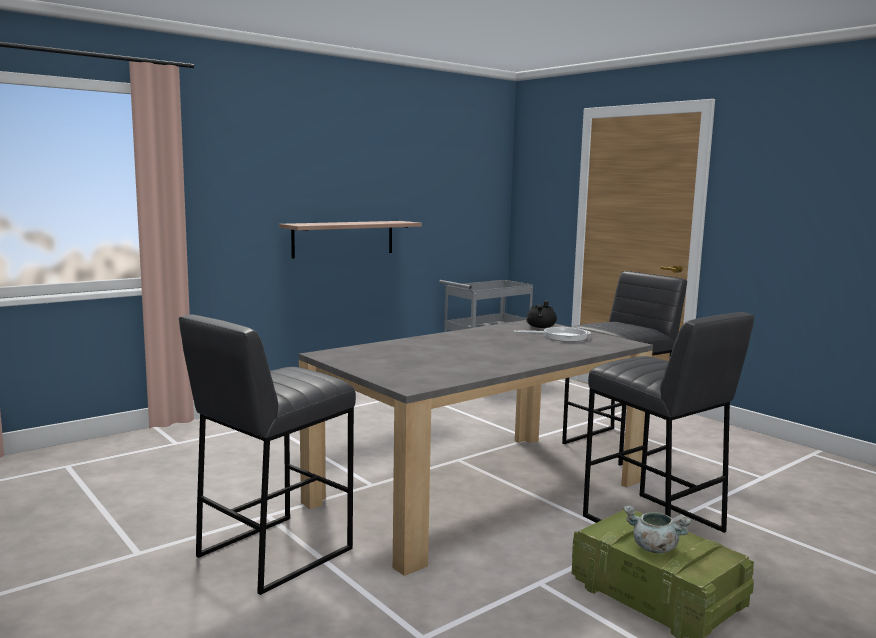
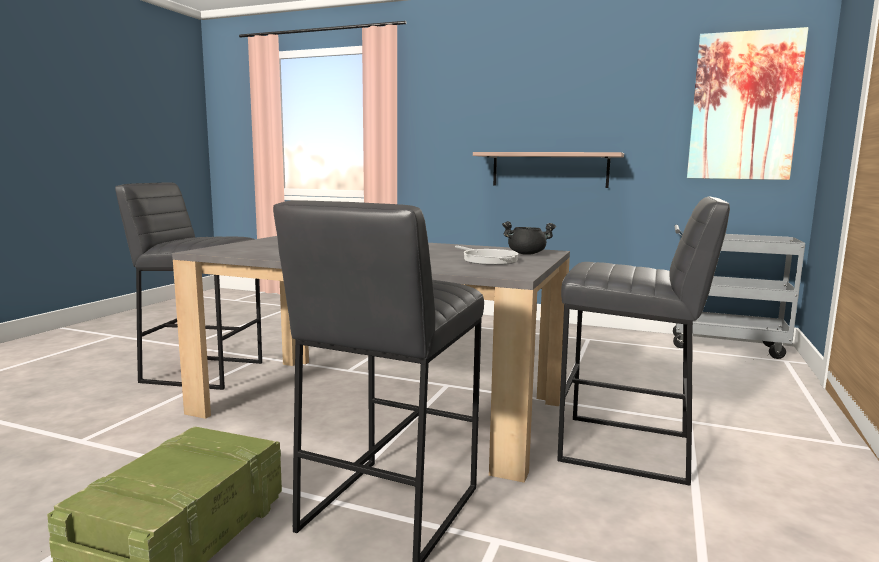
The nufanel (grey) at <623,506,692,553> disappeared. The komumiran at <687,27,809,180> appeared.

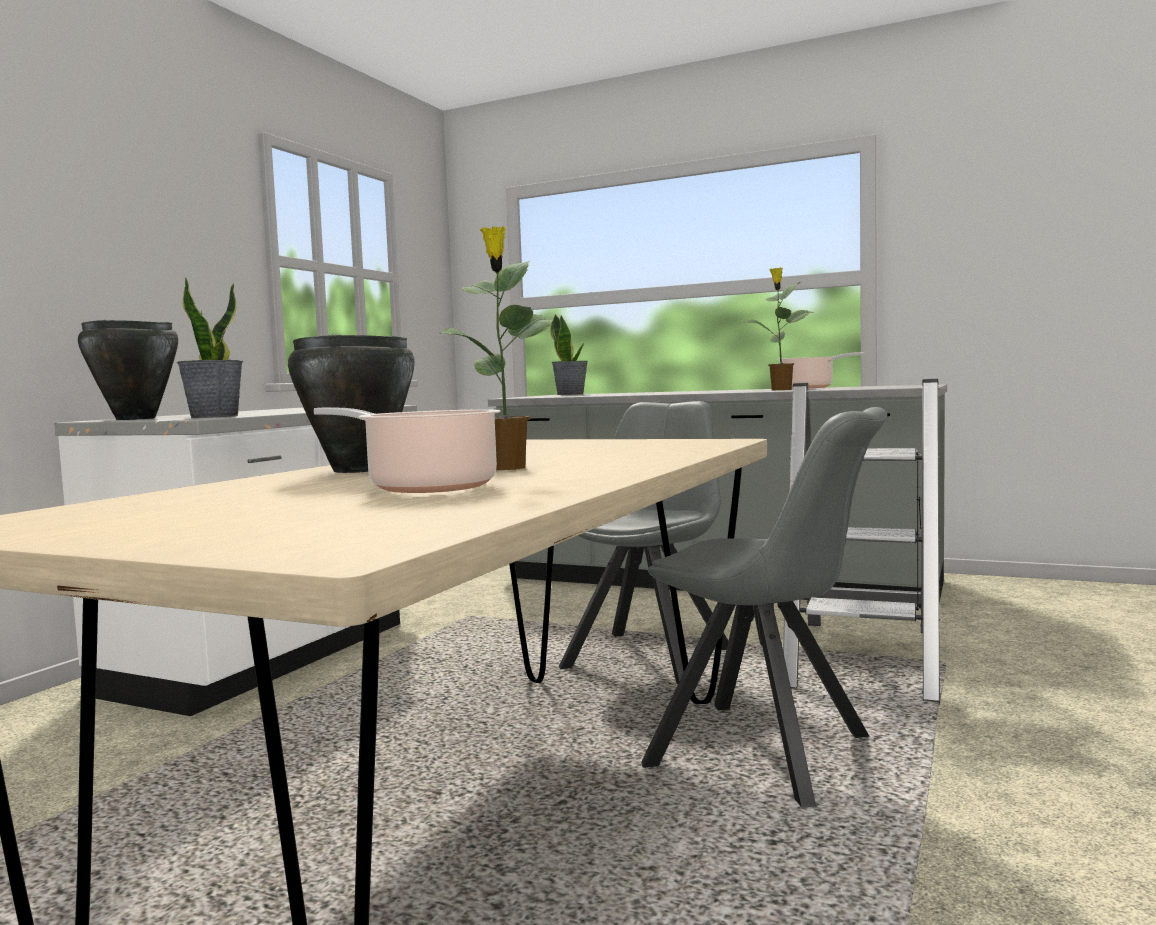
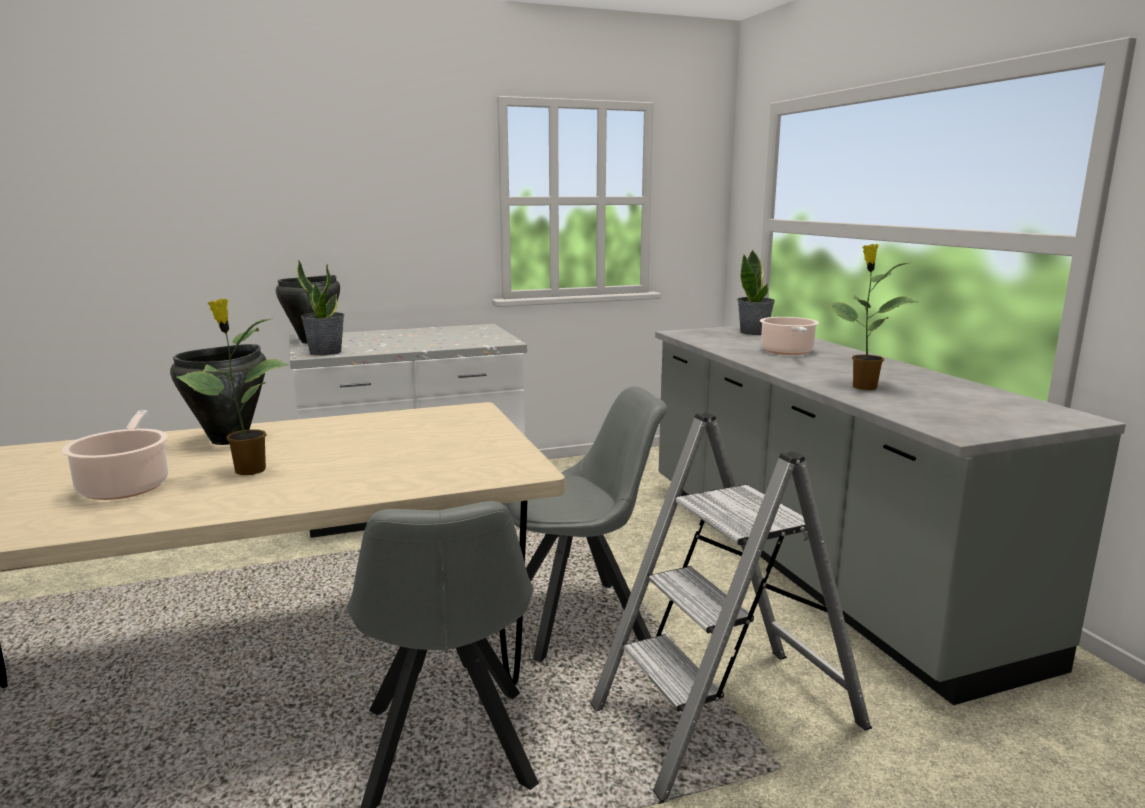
The nufanel moved from <777,352,865,389> to <760,317,819,355>.

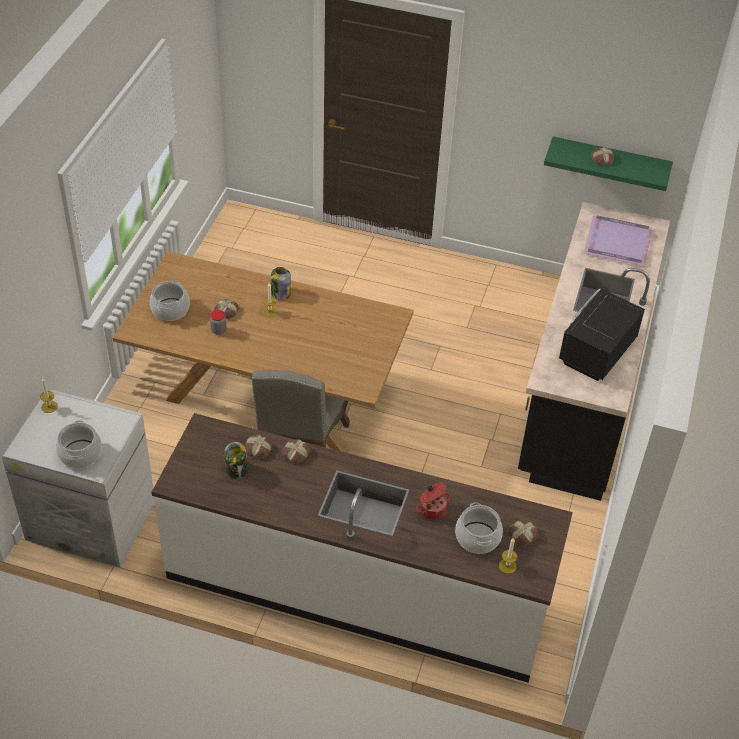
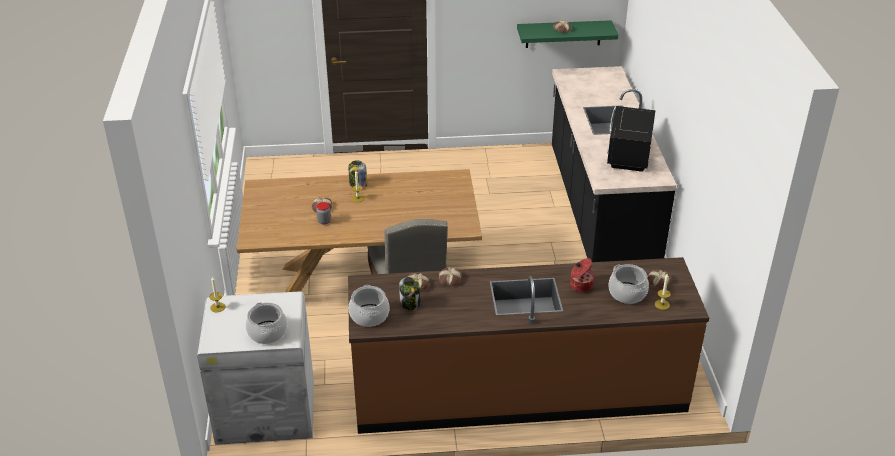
The nufanel moved from <150,280,190,321> to <349,285,389,327>. The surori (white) at <151,413,573,683> became the surori (brown) at <348,257,709,434>. The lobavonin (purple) at <584,216,652,266> disappeared.

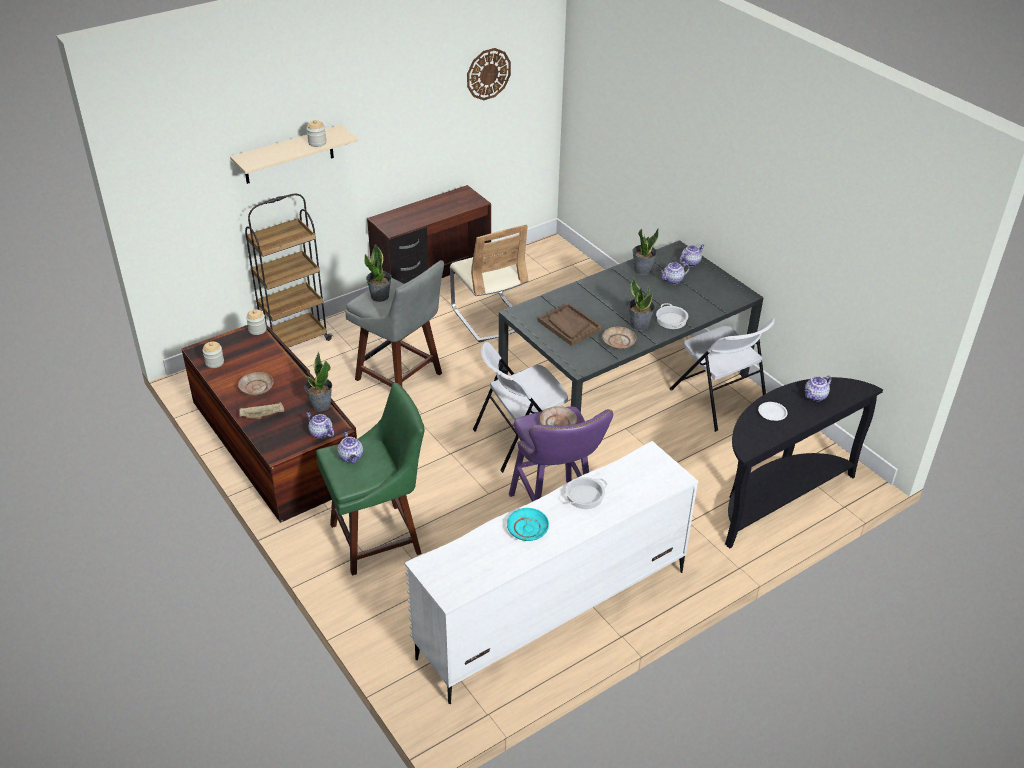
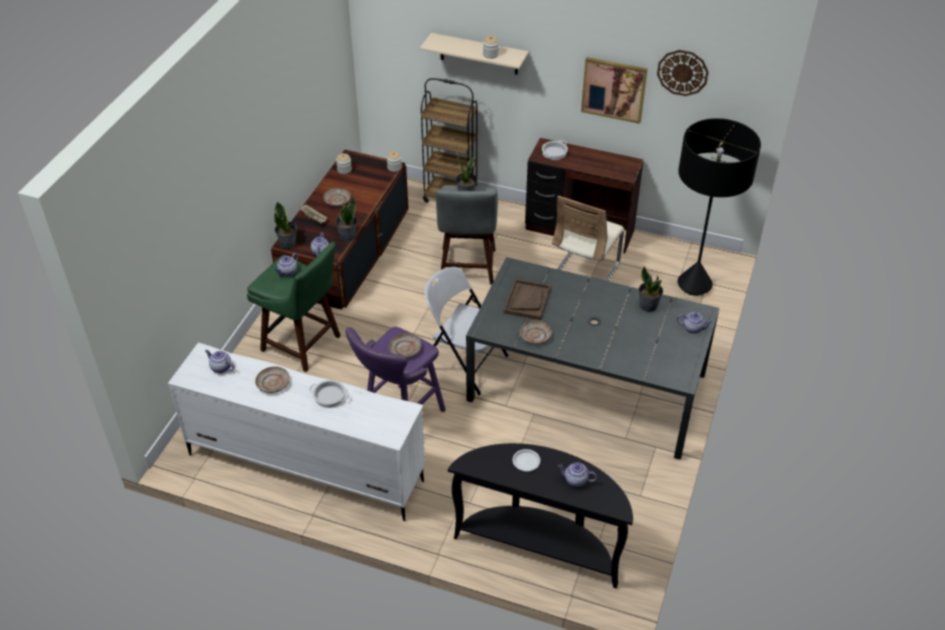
The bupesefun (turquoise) at <507,508,549,541> became the bupesefun (beige) at <255,366,290,393>. The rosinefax moved from <629,278,655,331> to <274,201,297,249>. The nufanel moved from <656,303,688,329> to <542,140,568,160>. The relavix moved from <659,262,690,284> to <205,350,234,373>. The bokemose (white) at <669,318,775,432> disappeared. The komumiran at <581,57,648,124> appeared. The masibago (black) at <678,118,761,296> appeared.

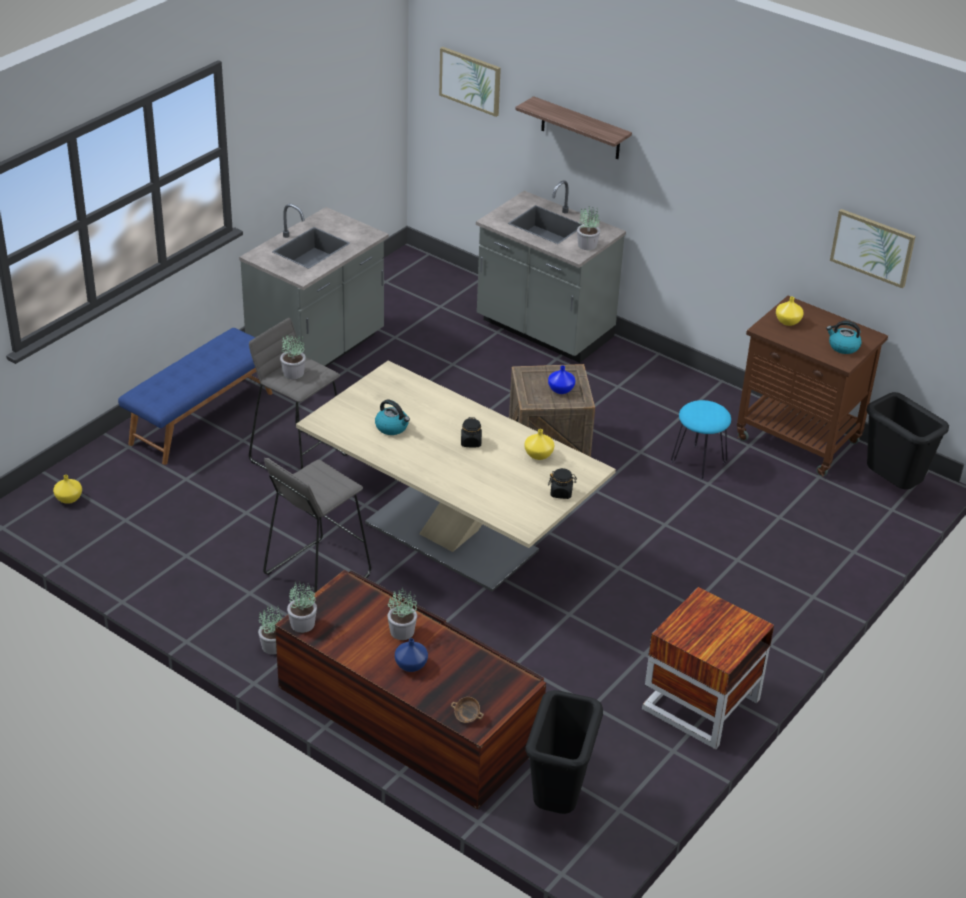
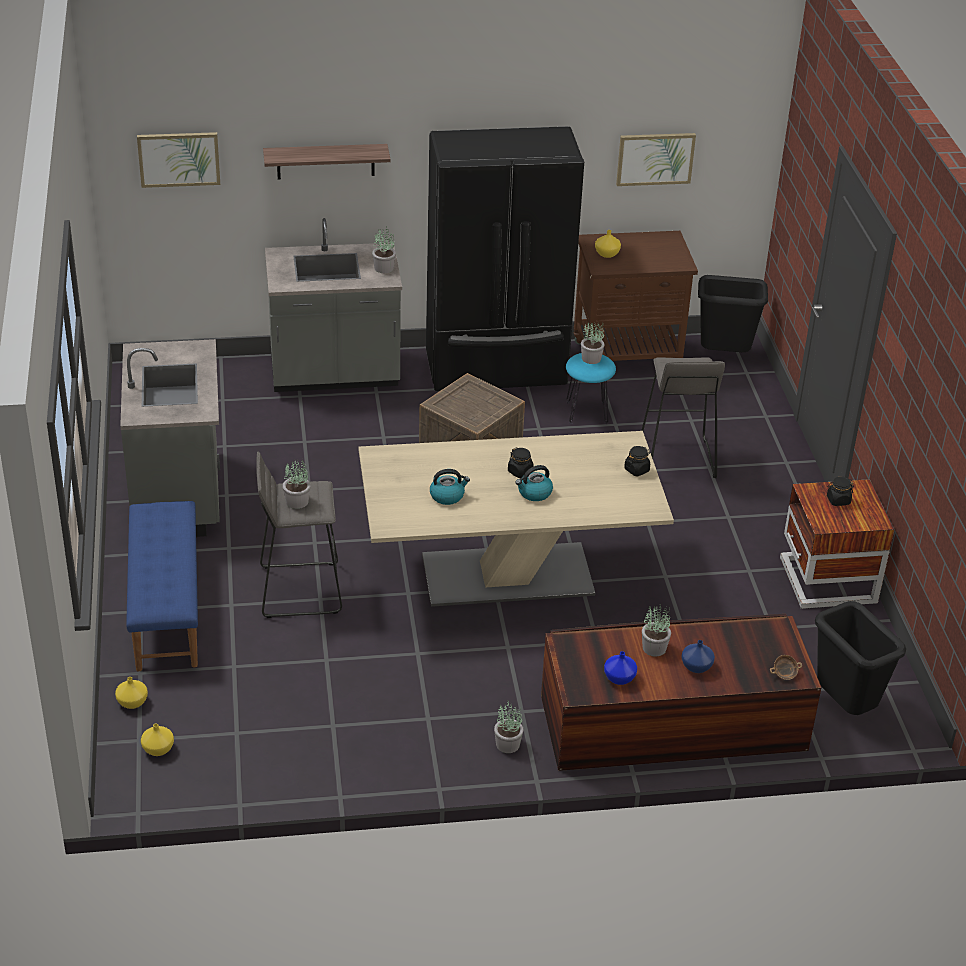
The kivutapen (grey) moved from <263,458,371,593> to <641,357,725,478>. The rosinefax moved from <287,581,317,633> to <581,323,605,364>. The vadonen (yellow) moved from <525,429,554,460> to <115,677,148,709>. The vadonen (blue) moved from <548,365,575,394> to <604,651,637,685>. The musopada moved from <826,321,862,354> to <515,465,553,501>. The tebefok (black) at <426,126,584,391> appeared. The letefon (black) at <827,476,854,506> appeared.

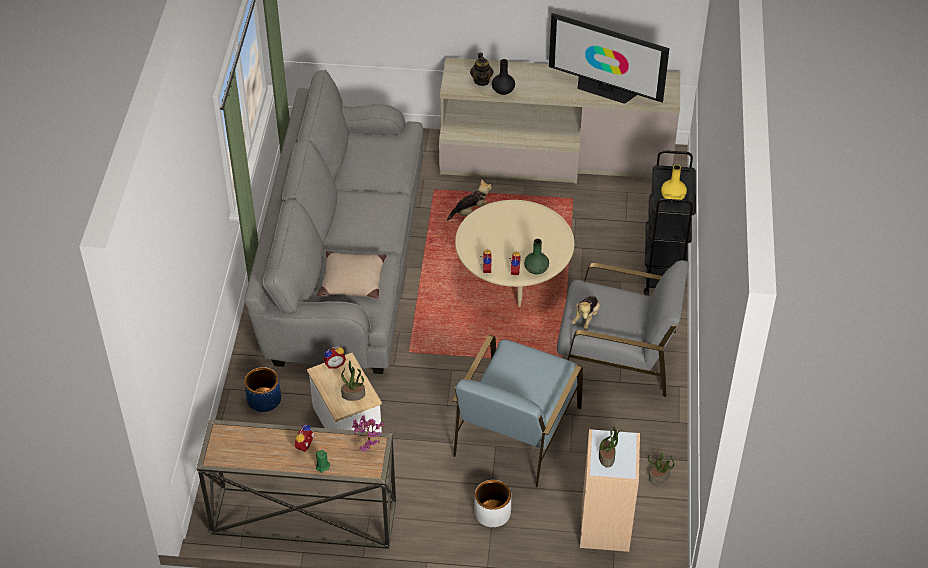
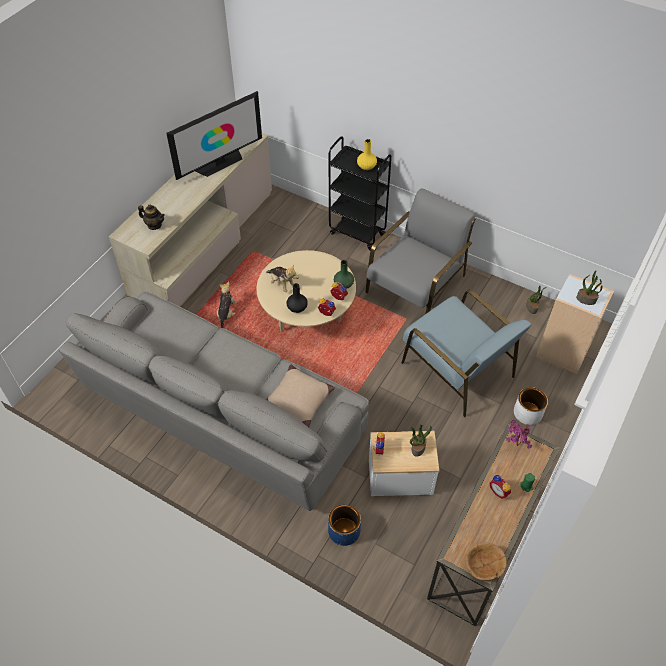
The vadonen (black) moved from <492,59,515,95> to <287,283,308,313>. The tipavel moved from <572,296,600,329> to <266,265,299,292>. The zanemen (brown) at <465,543,507,581> appeared.

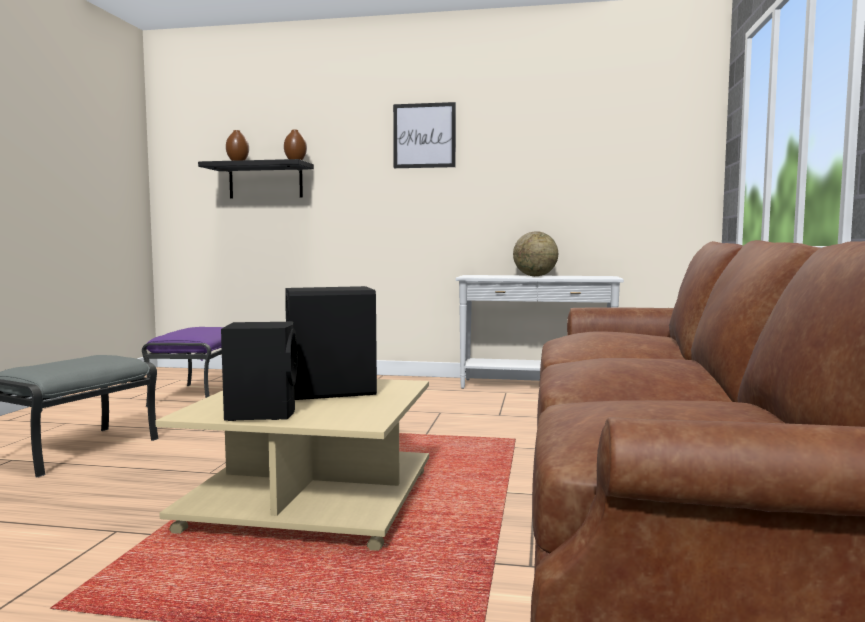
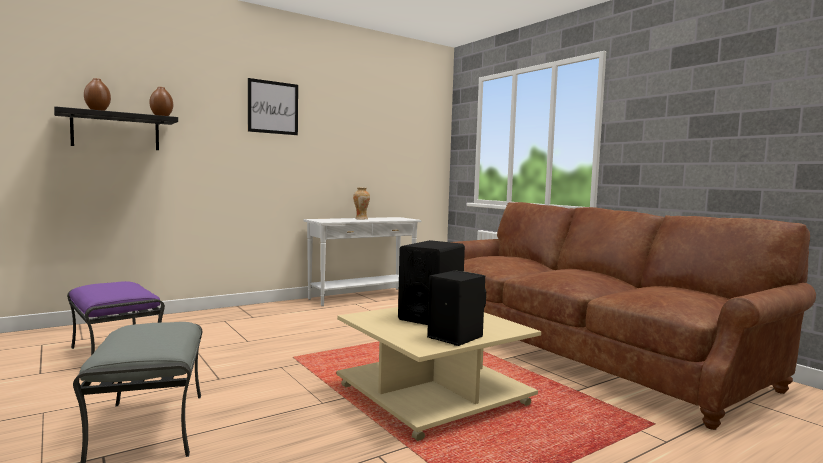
The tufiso at <513,231,558,276> was replaced by the vadonen at <353,187,370,219>.

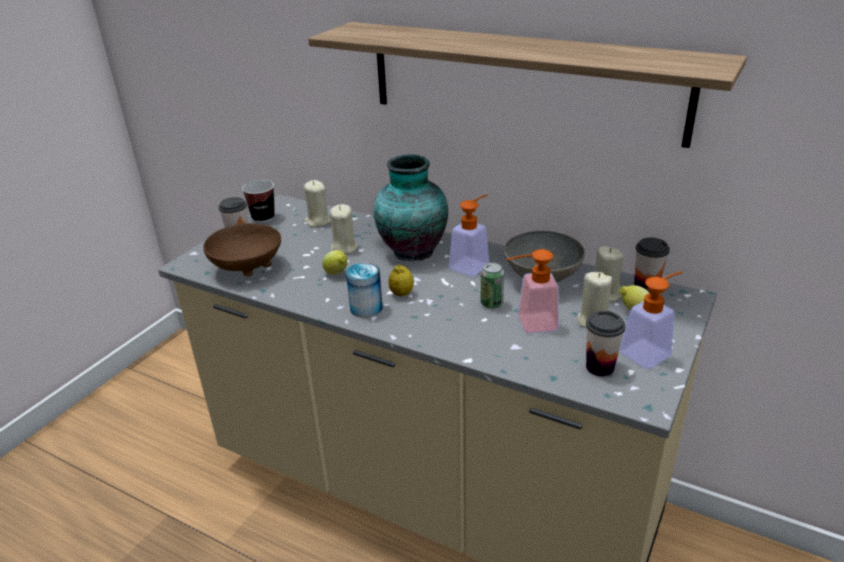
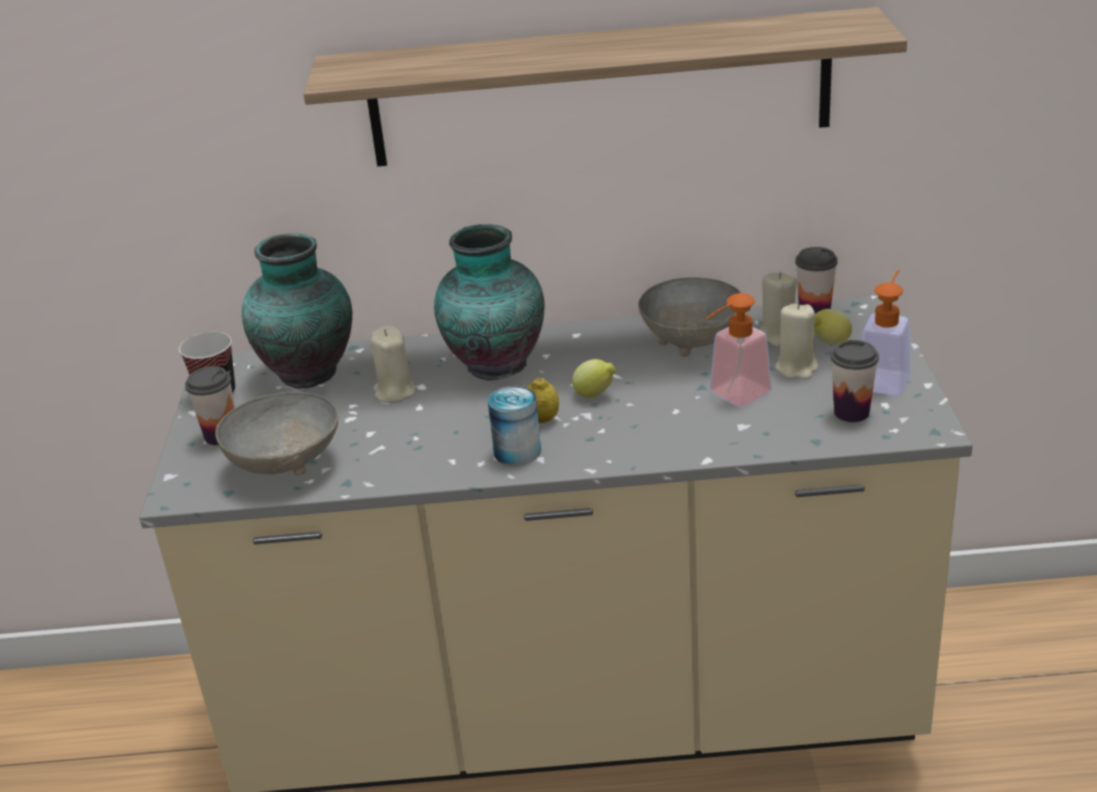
The zanemen (brown) at <203,223,281,277> became the zanemen (grey) at <215,392,338,475>. The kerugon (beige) at <304,180,331,227> was replaced by the vadonen at <242,233,353,388>. The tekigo moved from <322,250,348,275> to <572,359,616,398>. The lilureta at <449,194,489,277> disappeared. The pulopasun at <481,262,504,309> disappeared.

